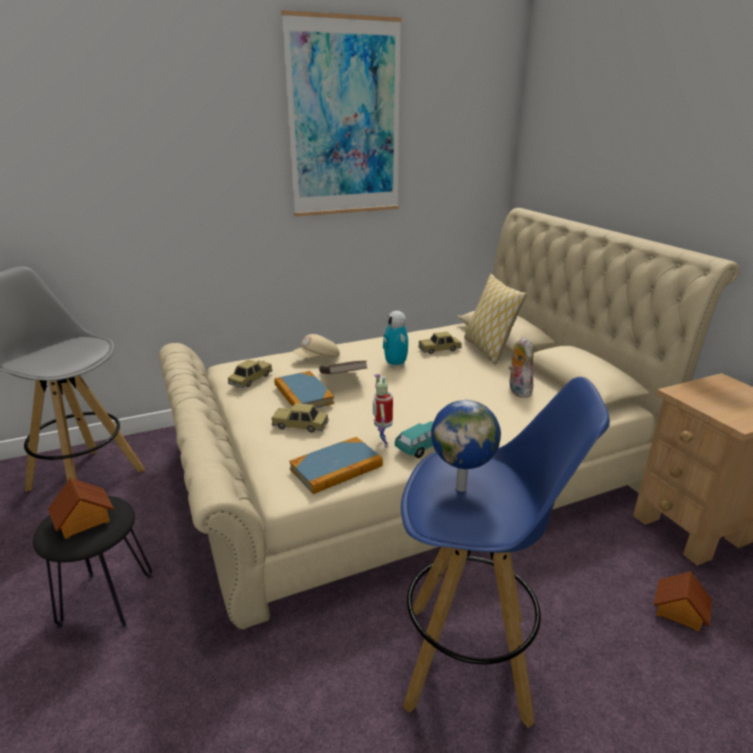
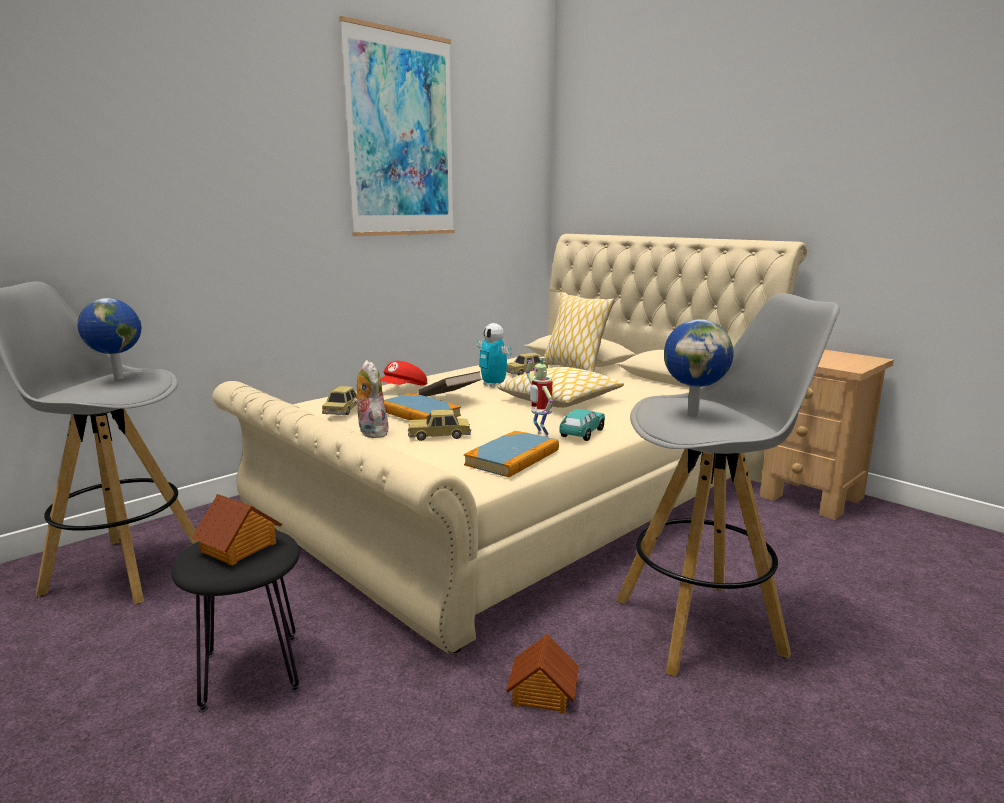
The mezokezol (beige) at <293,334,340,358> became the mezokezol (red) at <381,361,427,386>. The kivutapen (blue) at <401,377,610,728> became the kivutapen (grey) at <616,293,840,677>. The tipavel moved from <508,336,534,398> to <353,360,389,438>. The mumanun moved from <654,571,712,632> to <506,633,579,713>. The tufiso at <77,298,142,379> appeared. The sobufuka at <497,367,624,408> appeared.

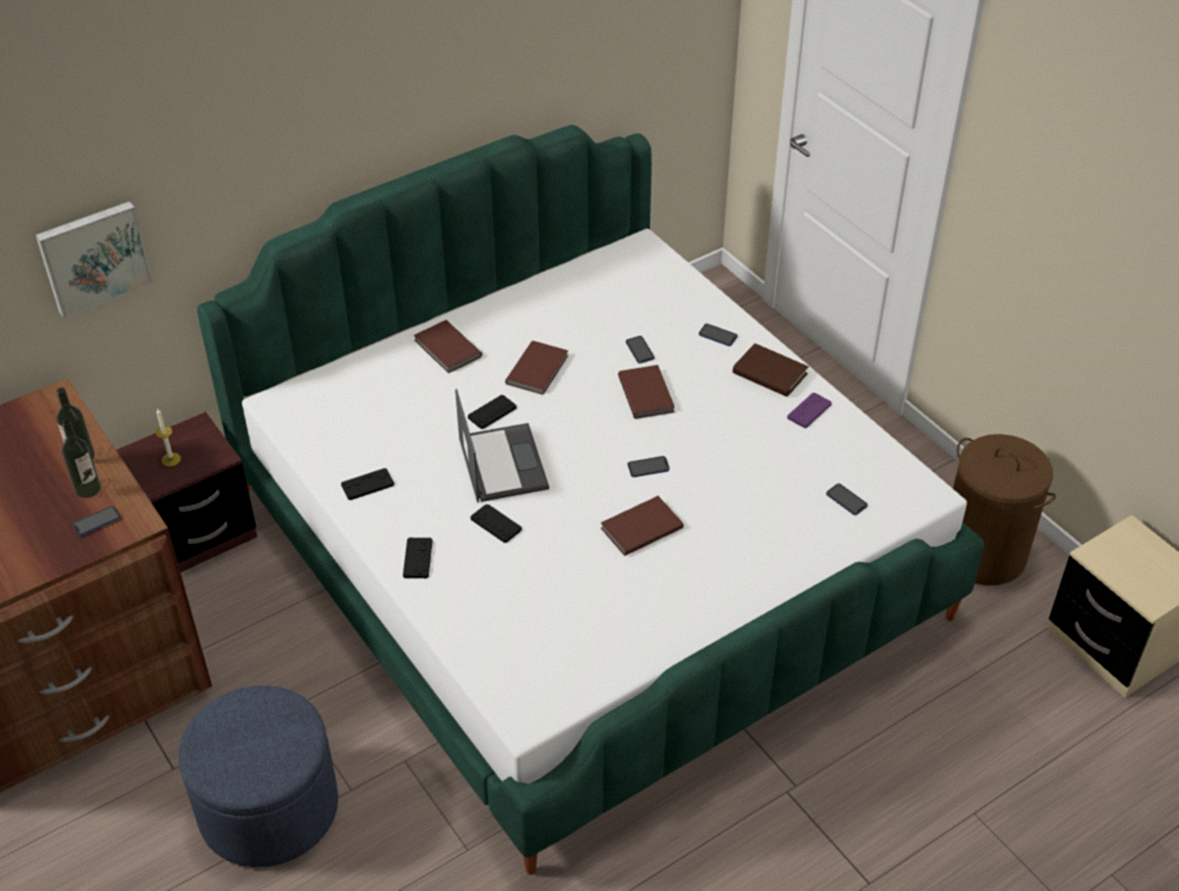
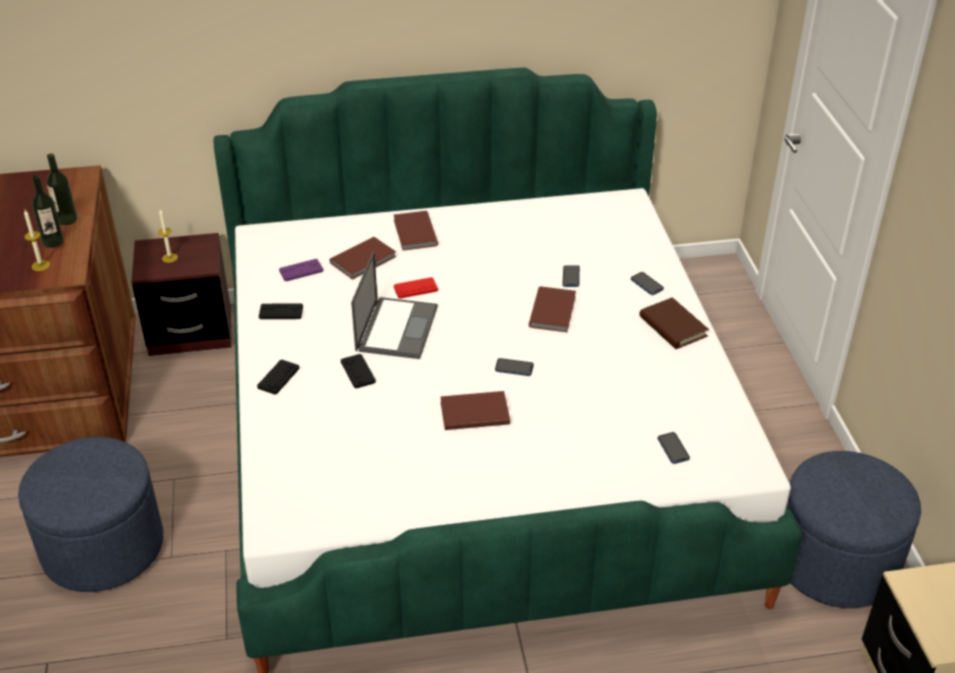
The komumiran at <36,201,154,318> disappeared. The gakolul at <73,506,121,536> was replaced by the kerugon at <24,210,50,271>. The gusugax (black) at <468,395,517,429> became the gusugax (red) at <394,277,438,299>. The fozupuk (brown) moved from <505,341,568,395> to <330,237,396,280>. The gusugax (purple) moved from <787,392,832,428> to <279,259,323,281>. The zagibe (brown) at <953,434,1056,586> was replaced by the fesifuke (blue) at <786,451,921,608>.

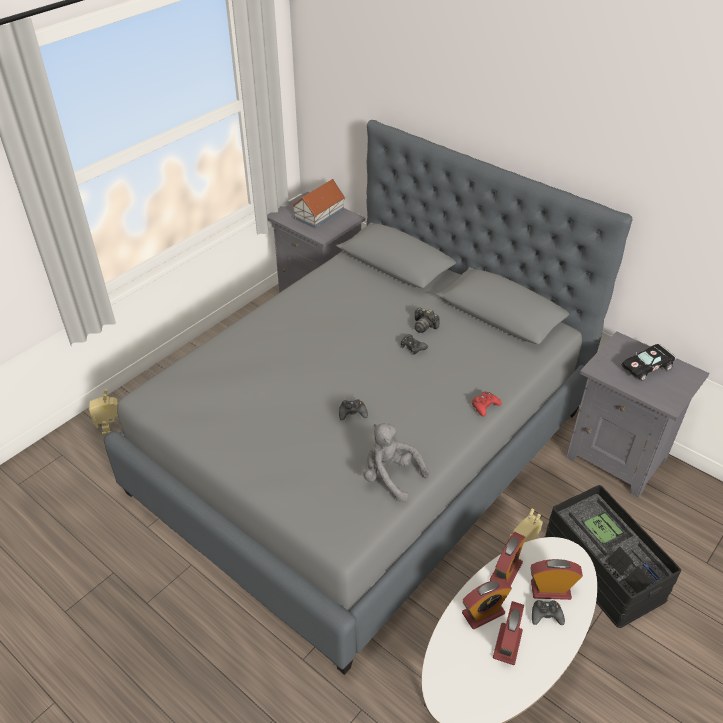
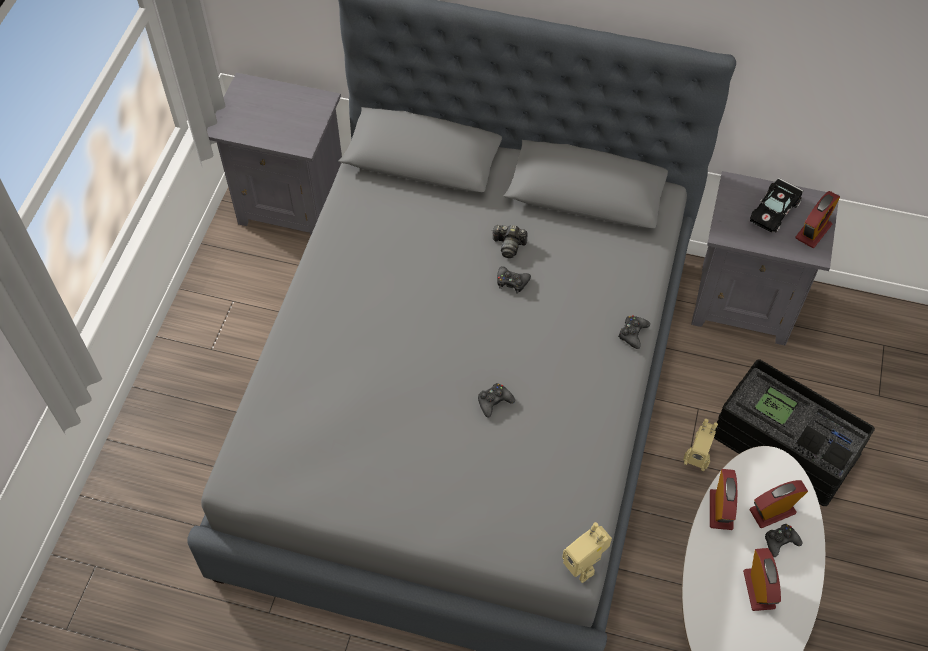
The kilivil moved from <89,389,118,434> to <562,522,612,583>. The mumanun at <291,179,345,228> disappeared. The tipavel (grey) at <363,423,429,503> disappeared. The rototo moved from <462,579,512,629> to <795,191,840,248>. The gusugax (red) at <472,391,502,417> became the gusugax (black) at <618,315,650,349>.

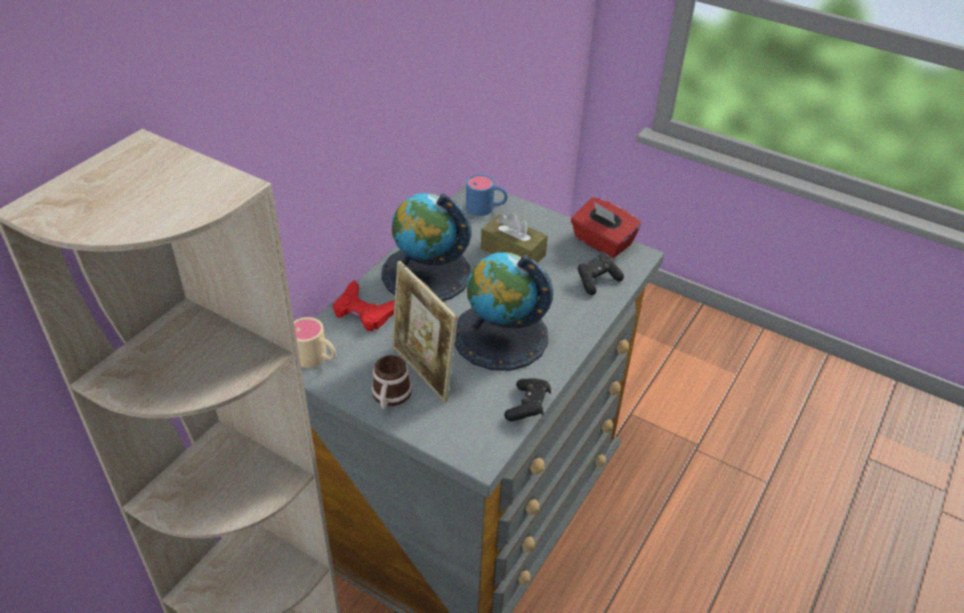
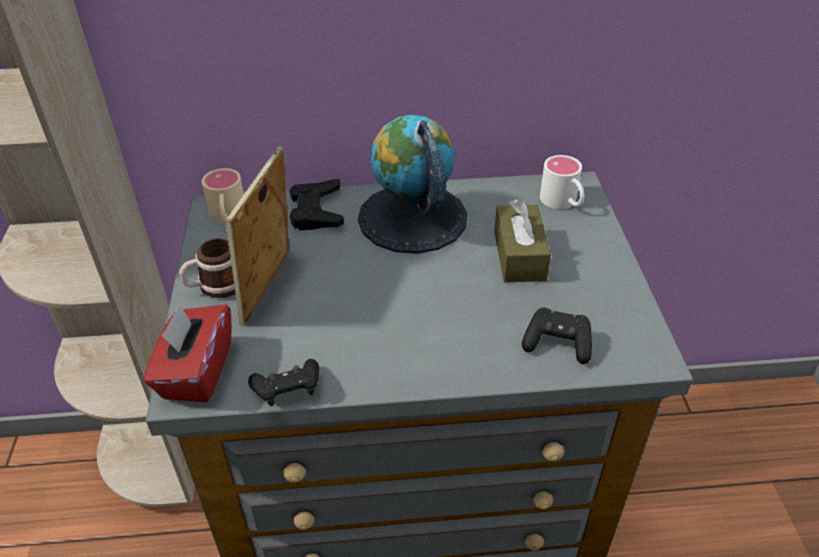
The gusugax (red) at <333,280,395,331> became the gusugax (black) at <289,179,344,230>. The tufiso at <455,252,553,371> disappeared. The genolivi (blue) at <466,174,508,216> became the genolivi (white) at <540,155,584,209>. The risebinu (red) moved from <571,197,641,258> to <144,304,232,403>.

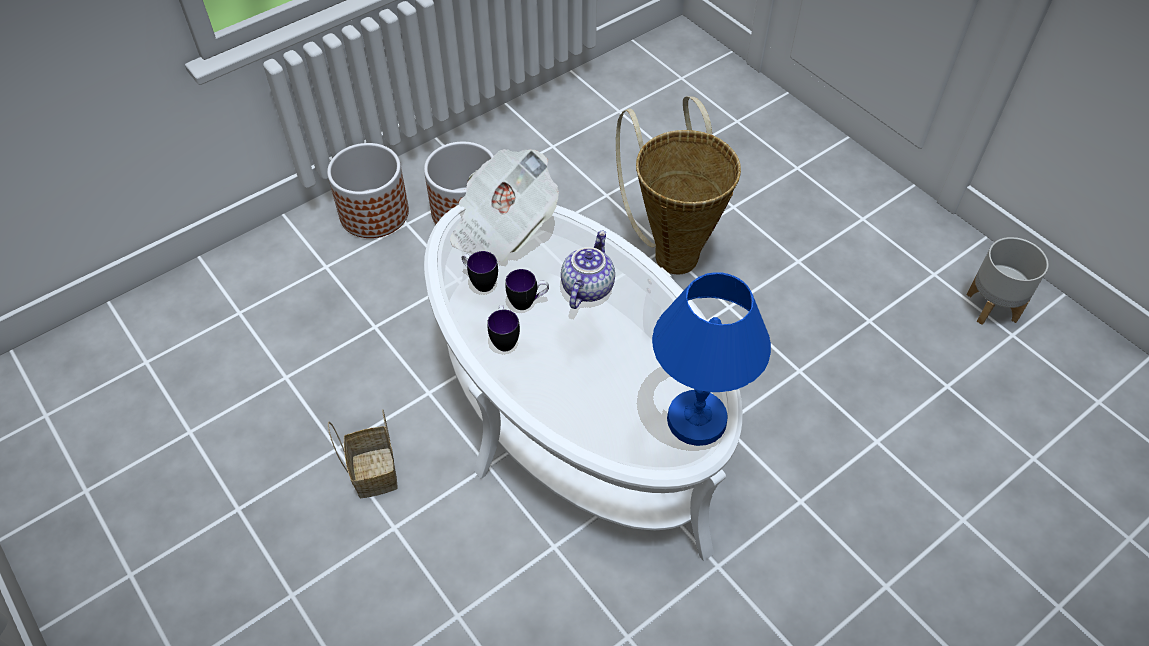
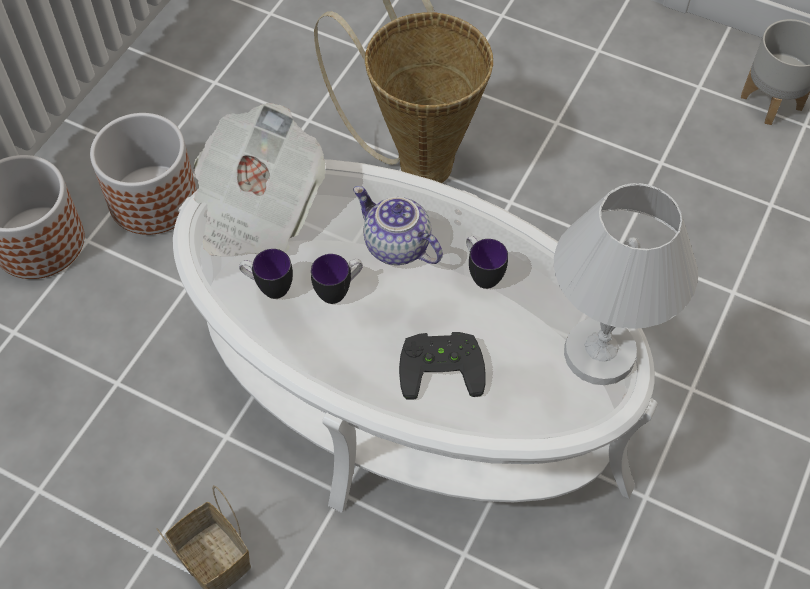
The genolivi moved from <487,305,520,351> to <466,236,508,289>. The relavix at <561,231,615,309> turned 45 degrees counterclockwise. The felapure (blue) at <652,272,771,446> became the felapure (white) at <554,183,698,385>. The gusugax (black) at <399,332,486,400> appeared.

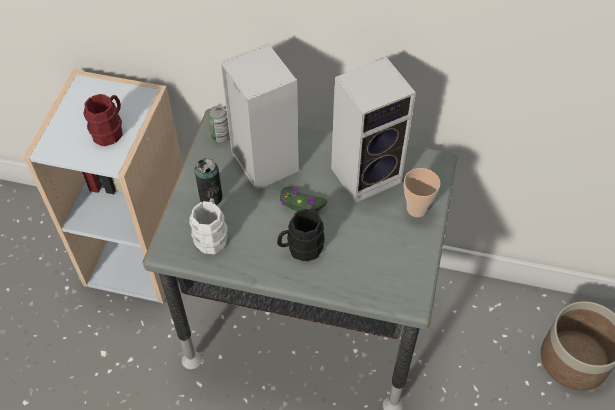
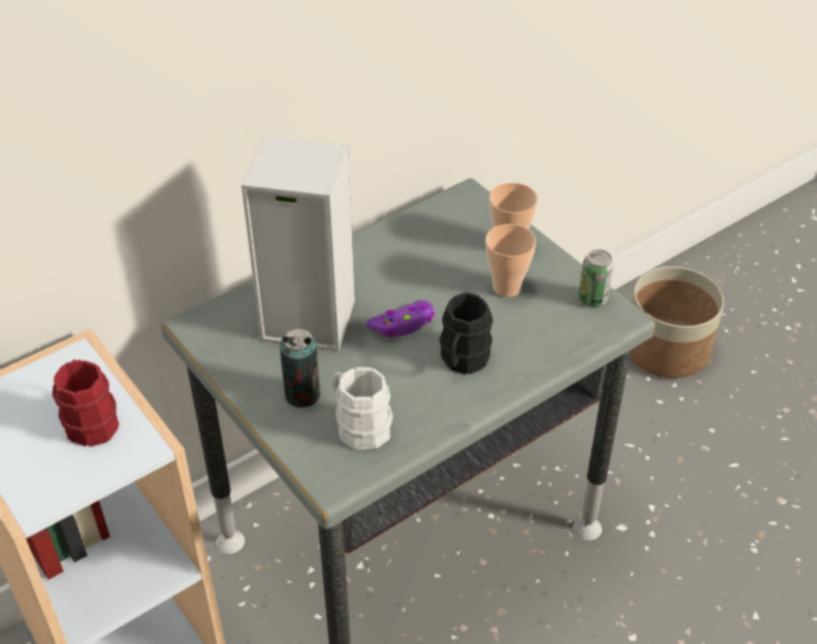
The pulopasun moved from <208,106,230,142> to <579,249,613,307>. The gusugax (green) at <280,187,327,212> became the gusugax (purple) at <366,300,435,337>. The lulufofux at <331,58,416,203> disappeared. The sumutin at <485,224,536,297> appeared.

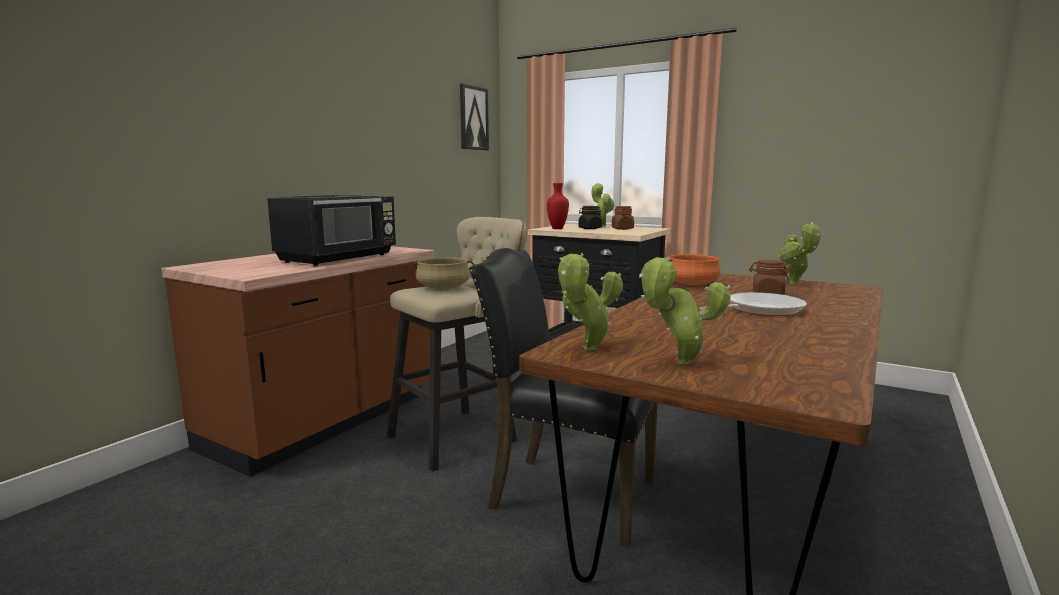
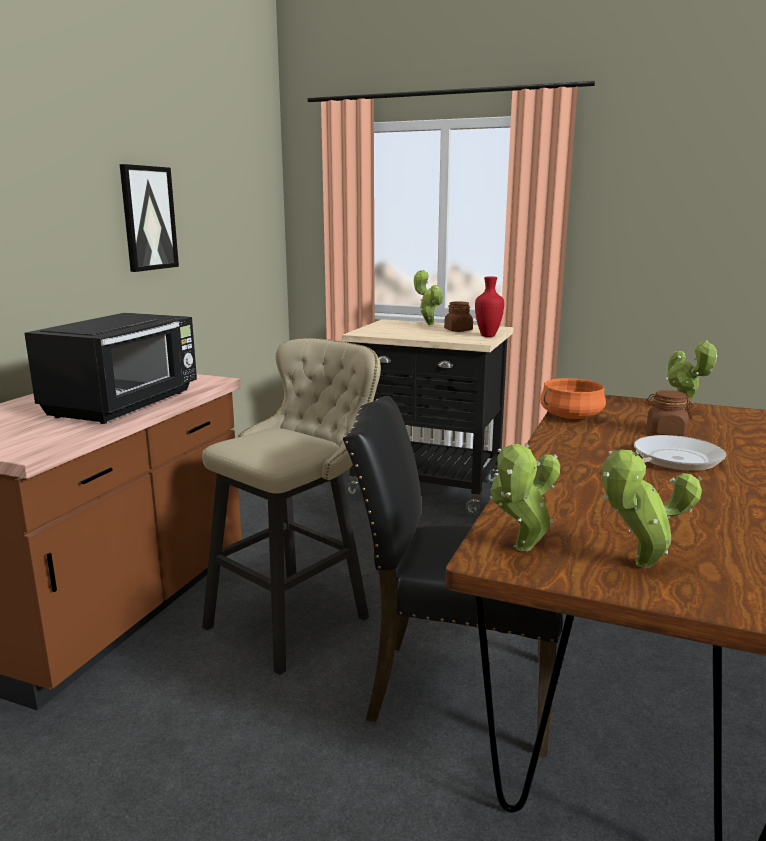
The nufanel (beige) at <410,257,474,289> disappeared. The komumiran moved from <460,84,489,151> to <120,164,179,272>. The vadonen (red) moved from <547,183,569,229> to <475,276,504,337>. The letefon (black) at <578,206,602,229> disappeared.

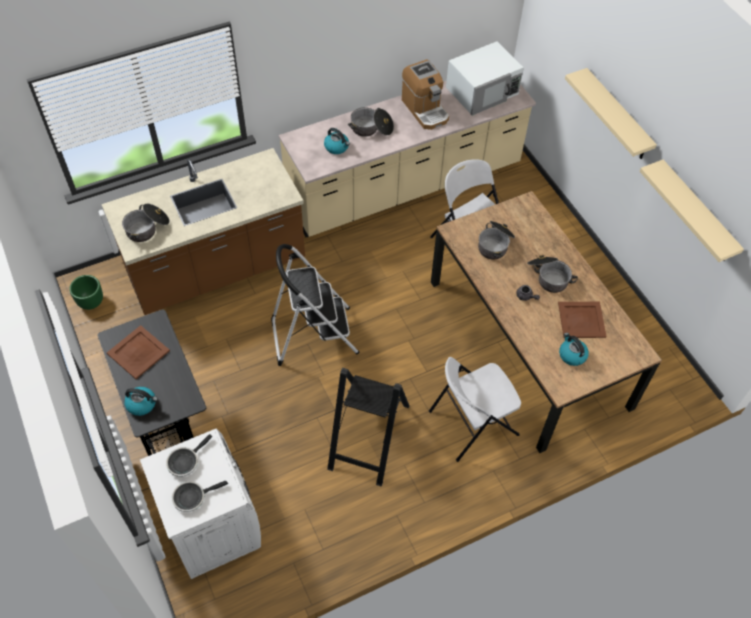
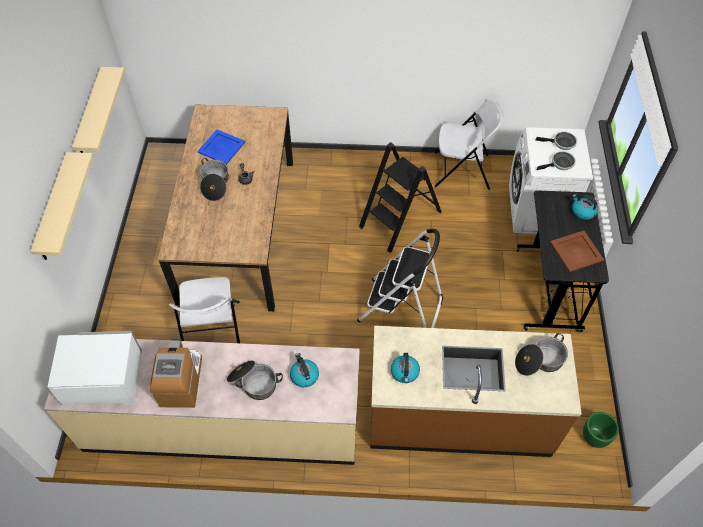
The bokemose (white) moved from <429,357,521,462> to <435,100,503,190>. The nufanel at <478,221,515,260> disappeared. The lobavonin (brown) at <558,302,607,338> became the lobavonin (blue) at <197,129,245,164>. The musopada moved from <559,333,589,366> to <391,353,420,383>.

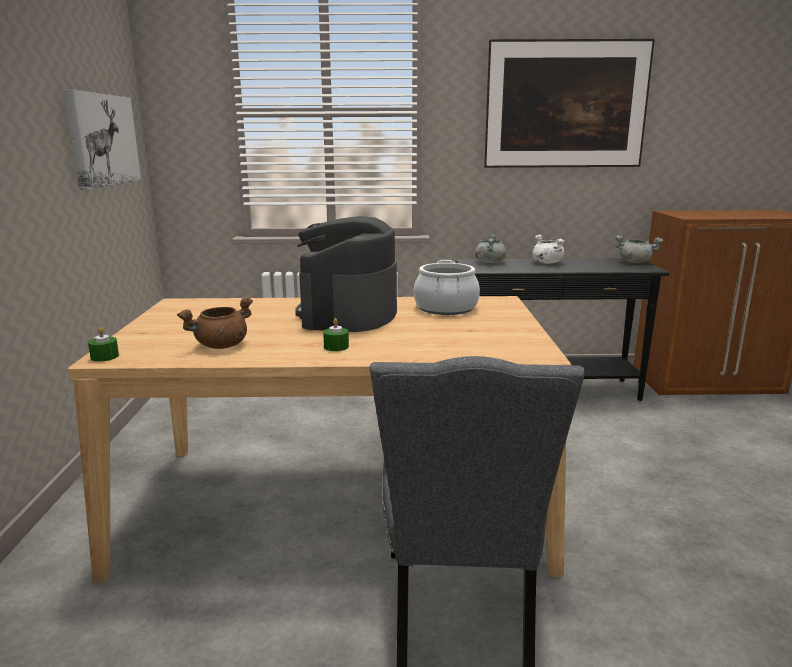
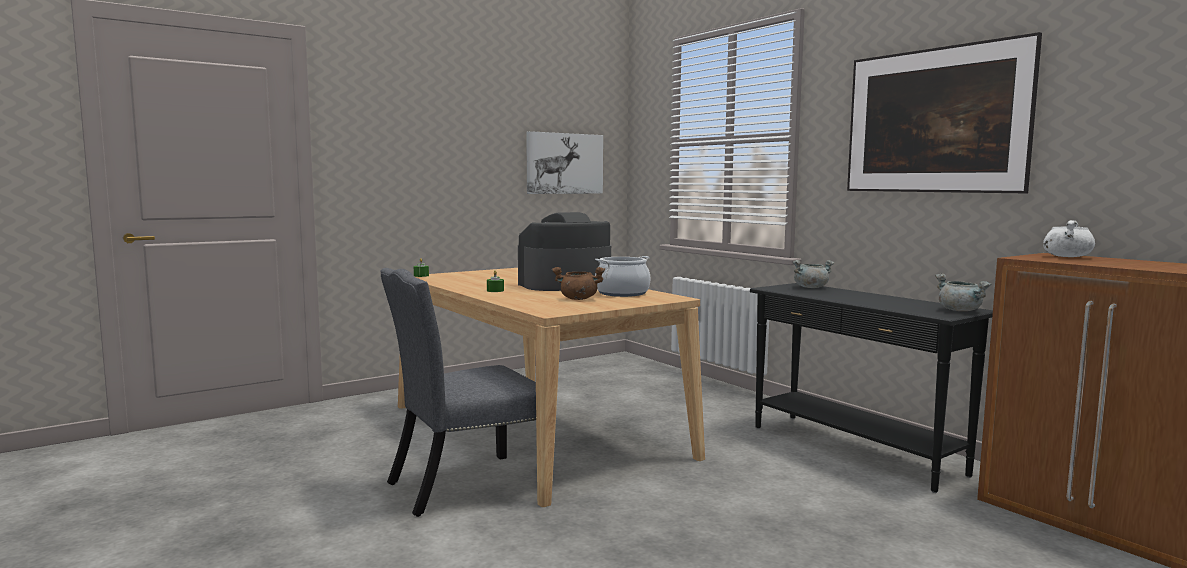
The nufanel (brown) moved from <177,298,253,349> to <552,267,605,300>. The nufanel (white) moved from <532,235,565,264> to <1043,220,1095,257>.

